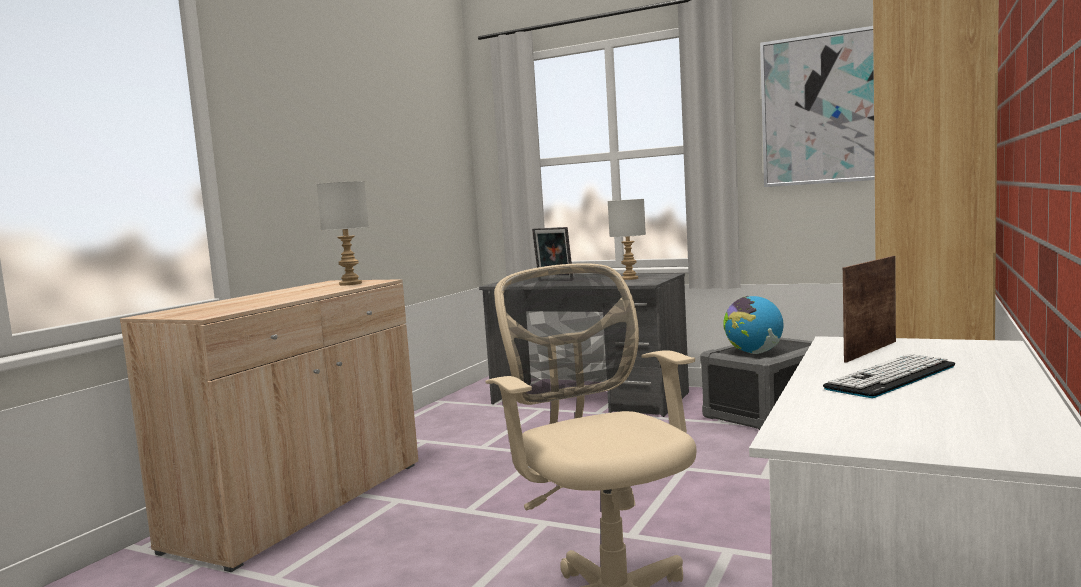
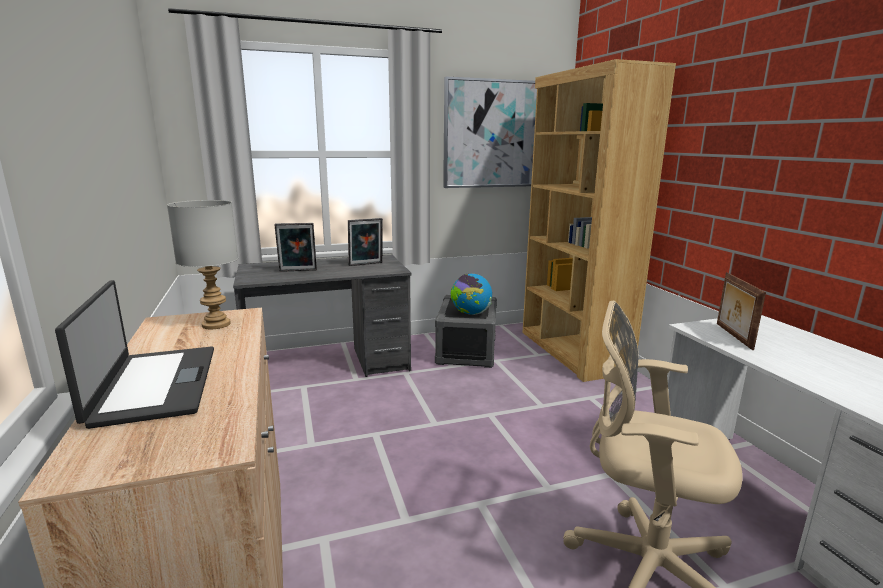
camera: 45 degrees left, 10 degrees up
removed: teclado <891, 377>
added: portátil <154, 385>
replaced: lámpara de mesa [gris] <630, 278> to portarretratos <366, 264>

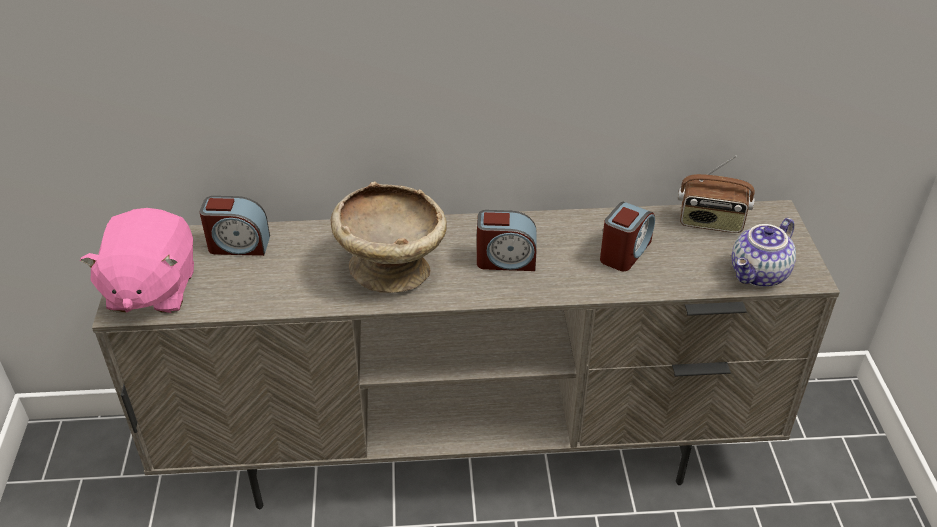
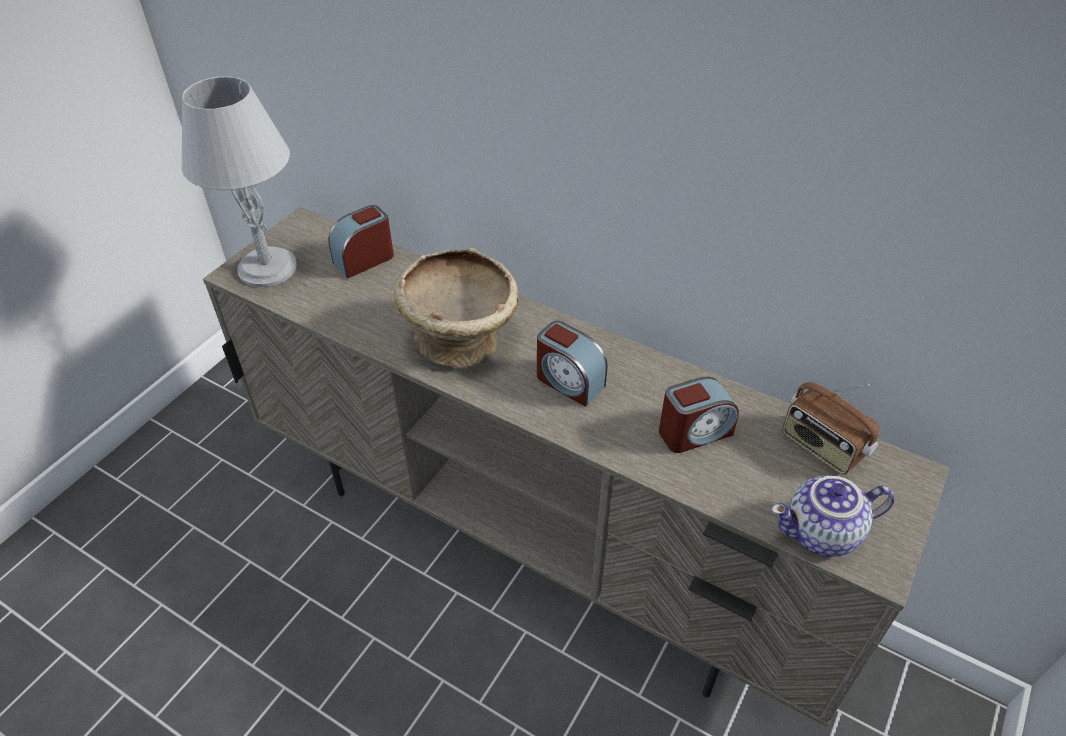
camera: 35 degrees right, 5 degrees up
replaced: peluche [rosa] <151, 290> to lámpara de mesa [gris] <268, 268>
turned: despertador <238, 245> = <364, 259> 105 degrees clockwise

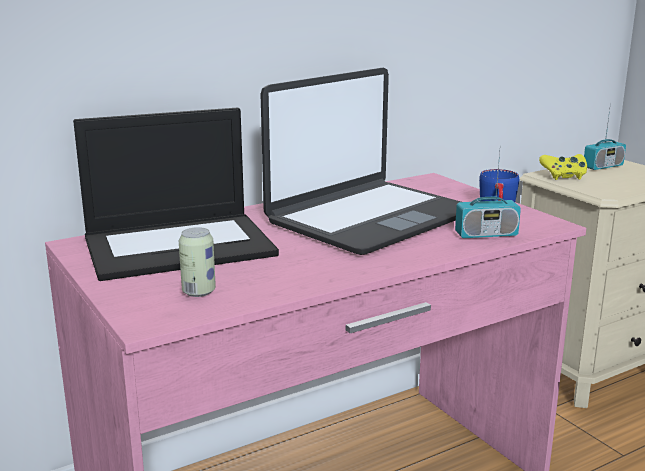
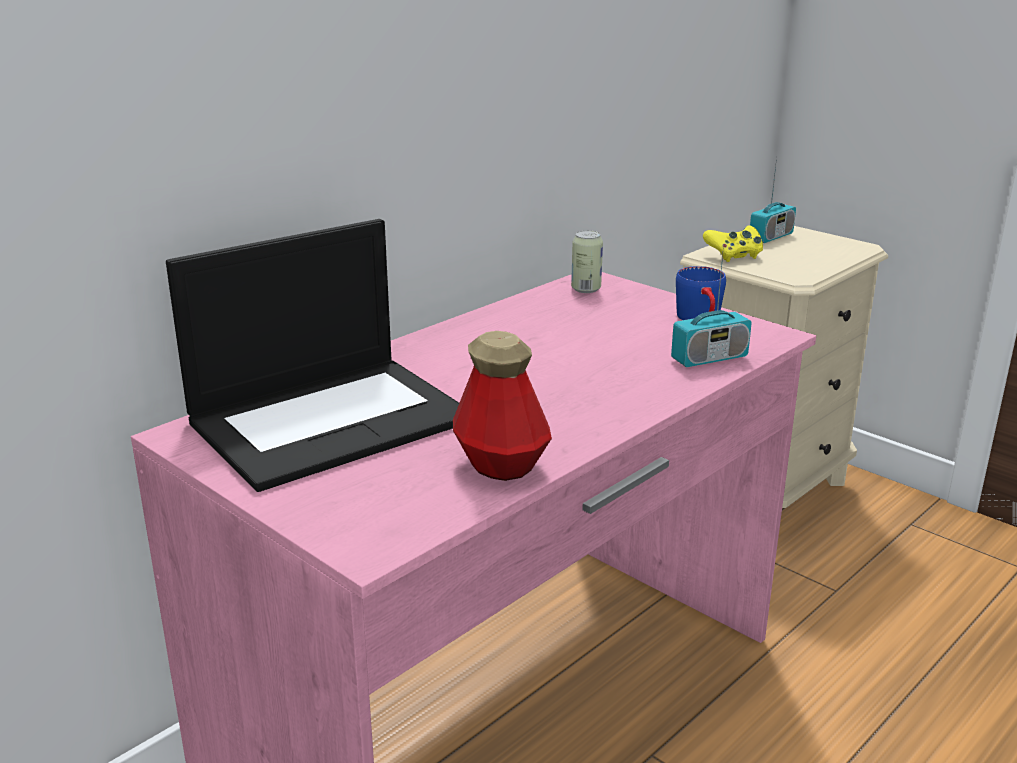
camera: 15 degrees left, 5 degrees up
removed: portátil <369, 218>
added: botella <501, 464>
moved: lata <199, 291> to <586, 289>

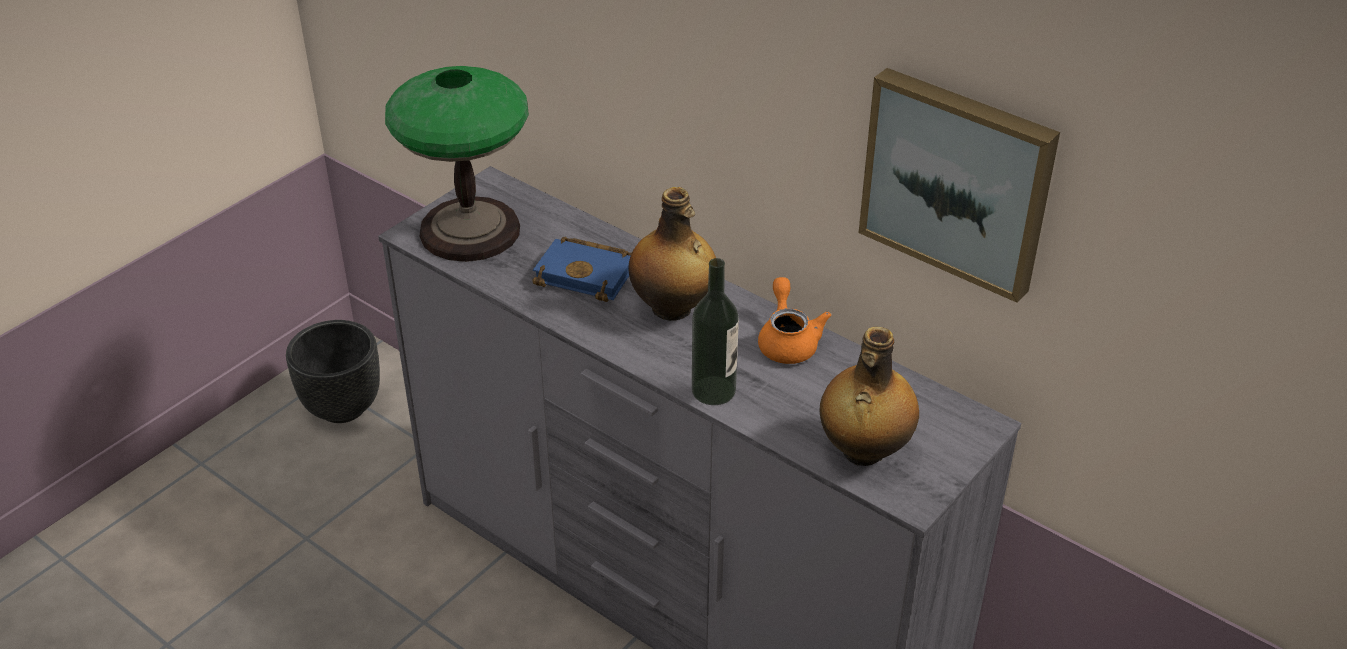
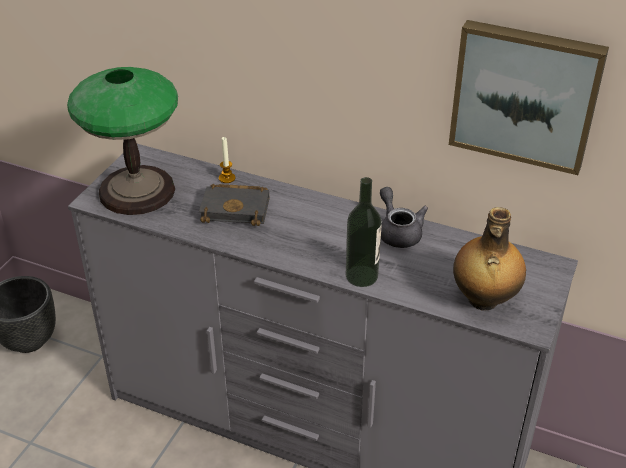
camera: 15 degrees left, 0 degrees up
removed: botella <673, 309>
added: vela <227, 178>
recoloured: libro [azul] <588, 274> to libro [negro] <237, 208>; tetera [naranja] <788, 341> to tetera [gris] <398, 232>

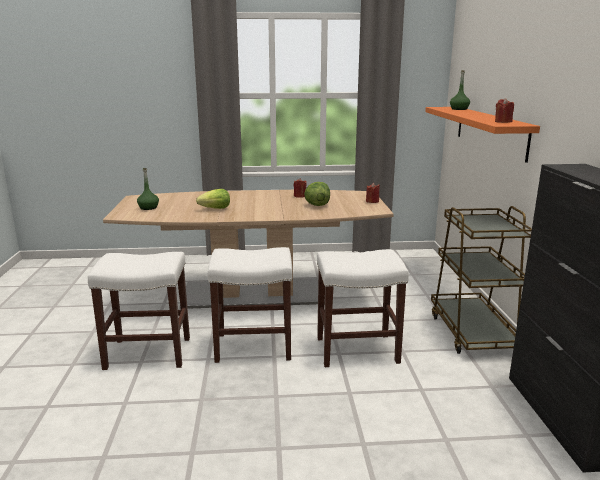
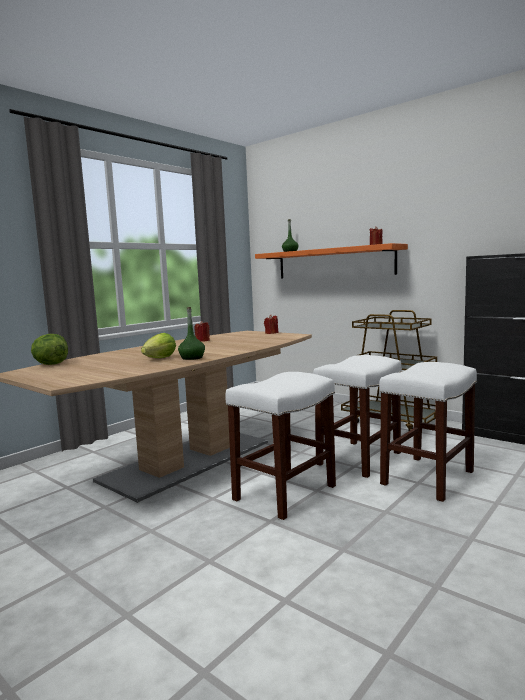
camera: 45 degrees left, 10 degrees down
moved: taburete [blanco] <147, 353> to <428, 478>; botella [verde] <148, 208> to <192, 358>; lechuga <317, 205> to <50, 364>

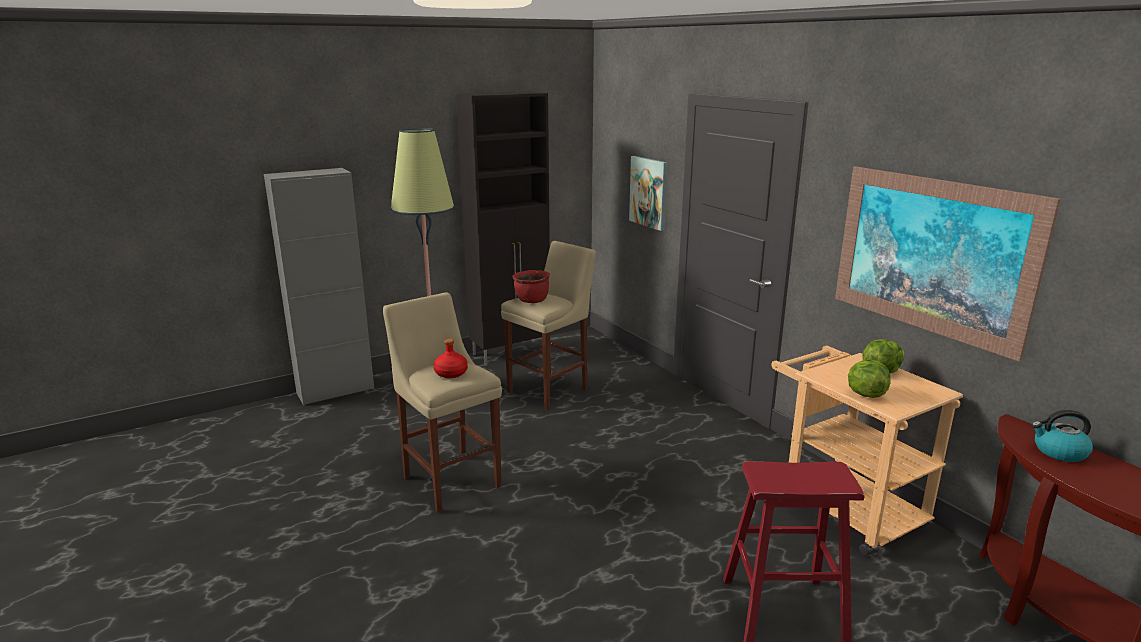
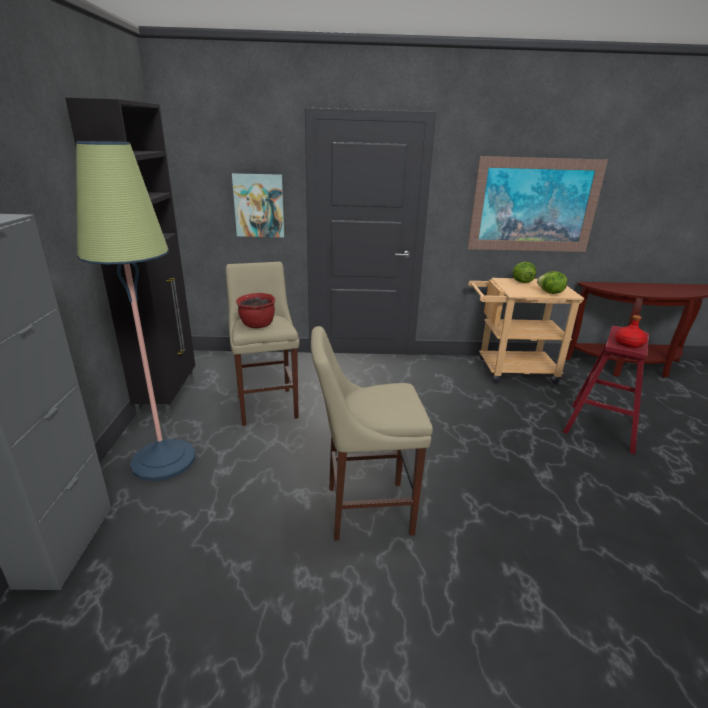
camera: 60 degrees left, 5 degrees up
removed: hervidor <1059, 452>
moved: botella [rojo] <451, 373> to <628, 344>

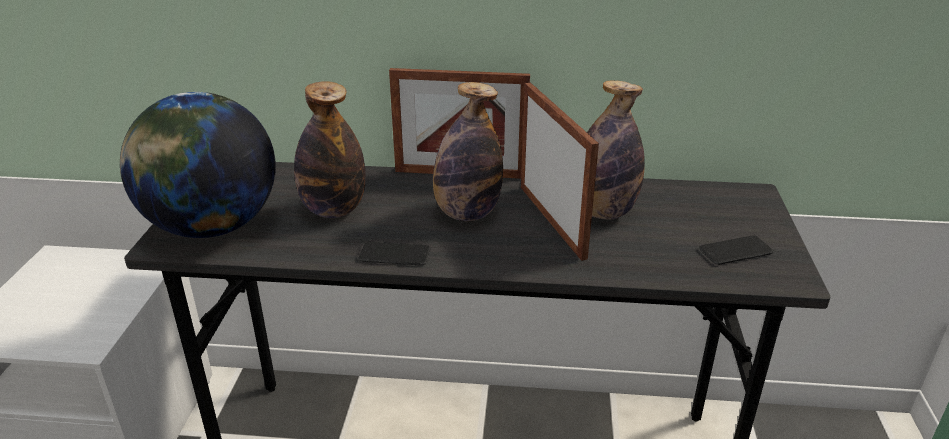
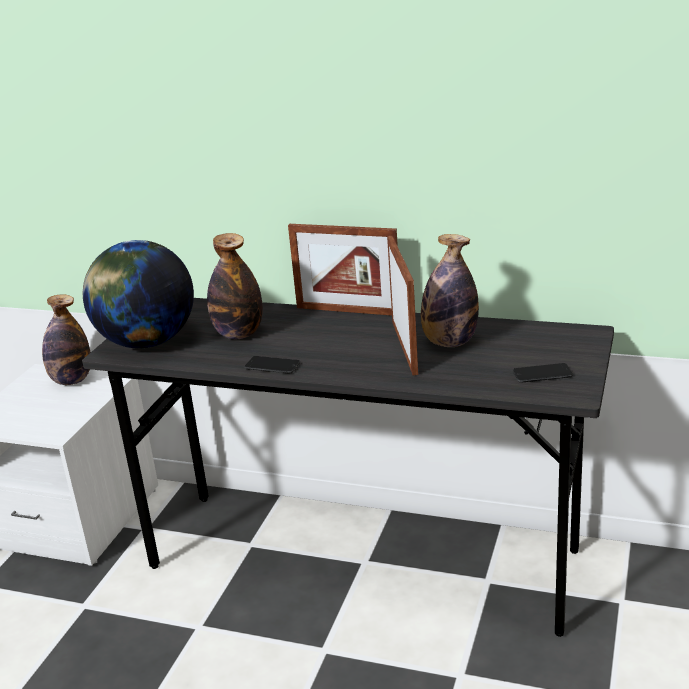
camera: 15 degrees right, 5 degrees down
moved: botella <467, 213> to <71, 380>

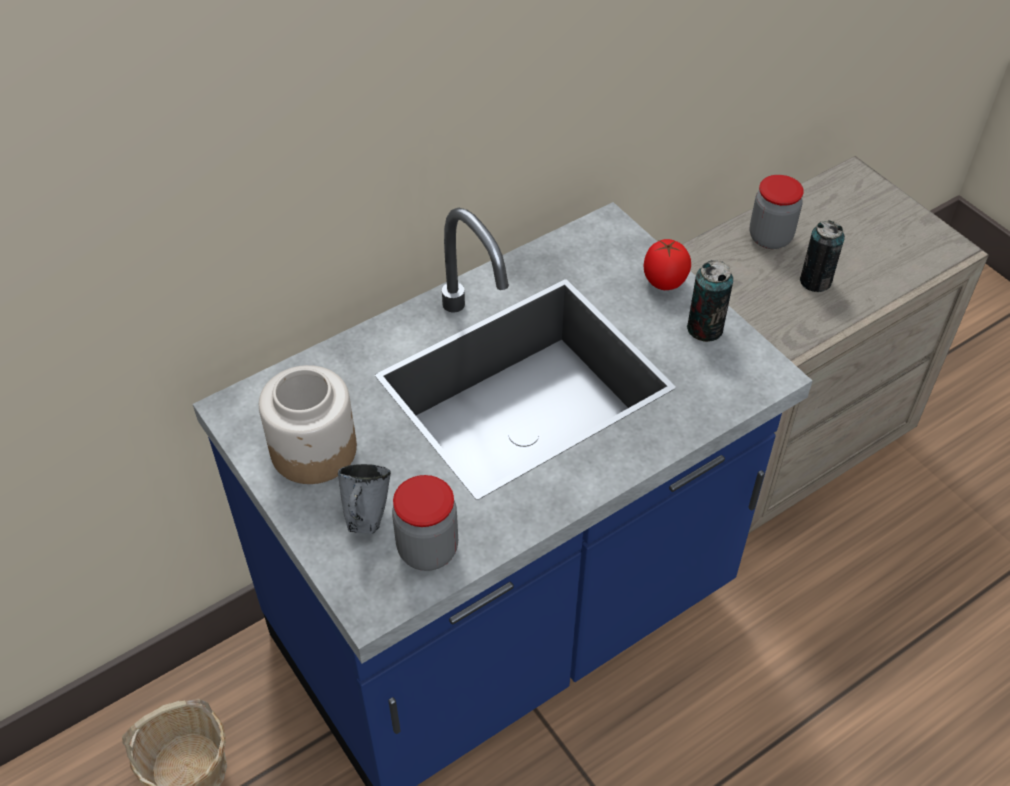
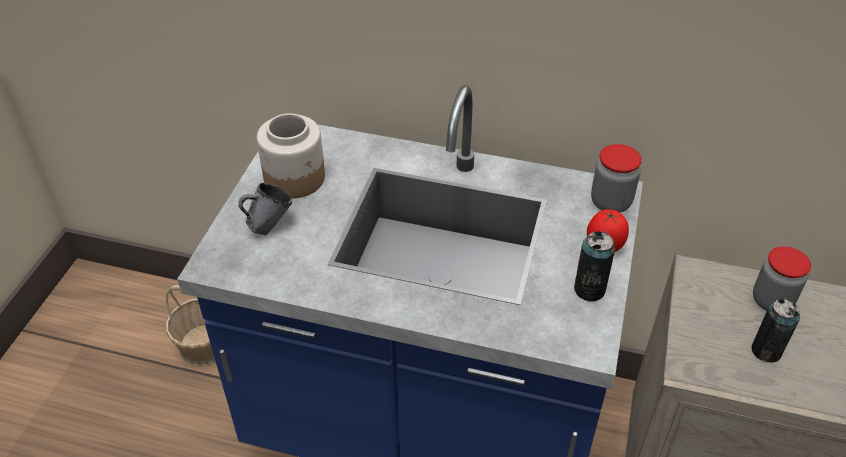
camera: 50 degrees right, 5 degrees down
moved: tarro <428, 549> to <610, 202>

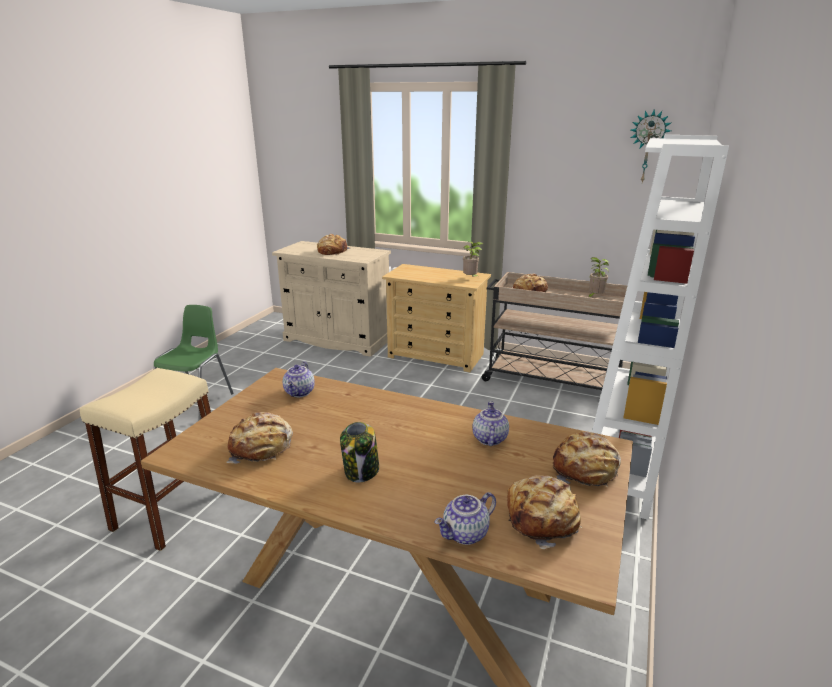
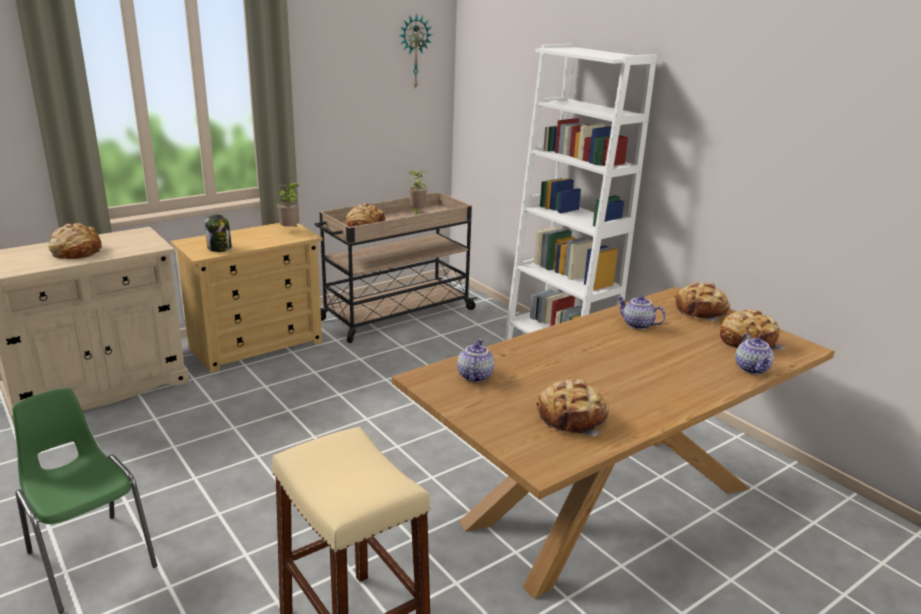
camera: 60 degrees left, 0 degrees up
moved: tarro <361, 471> to <220, 248>
turned: tetera <300, 392> = <474, 376> 120 degrees counterclockwise

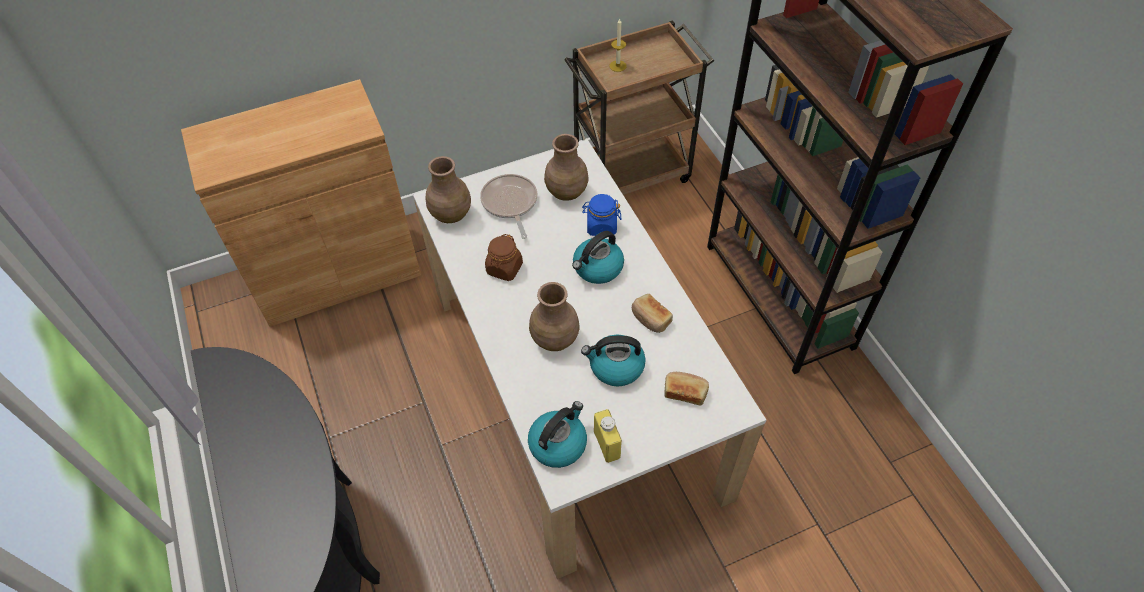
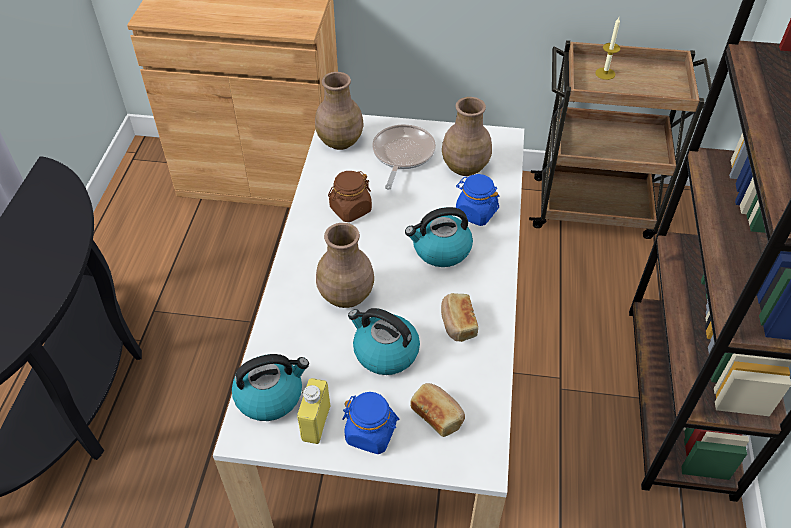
camera: 30 degrees right, 5 degrees down
added: tarro [azul] <371, 433>

